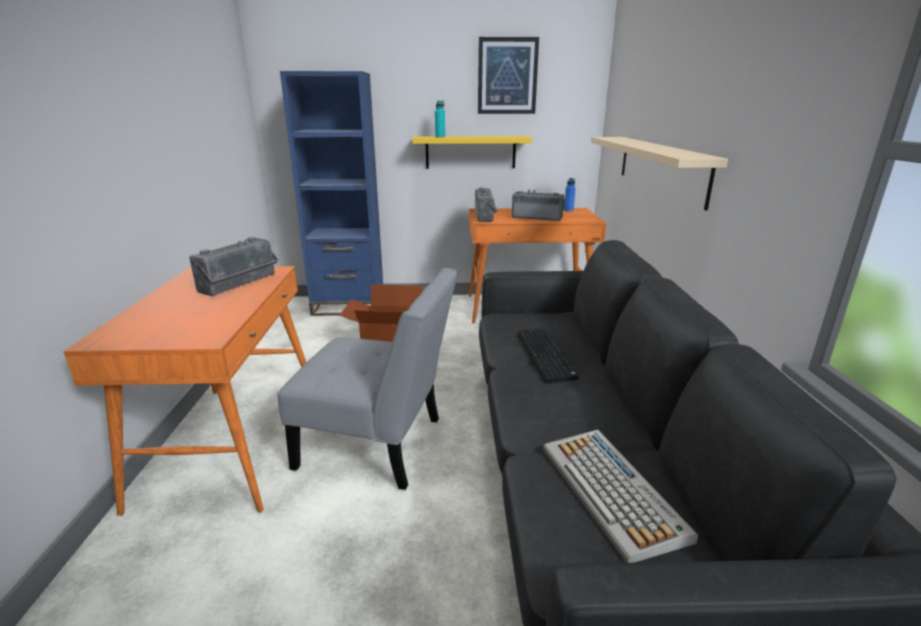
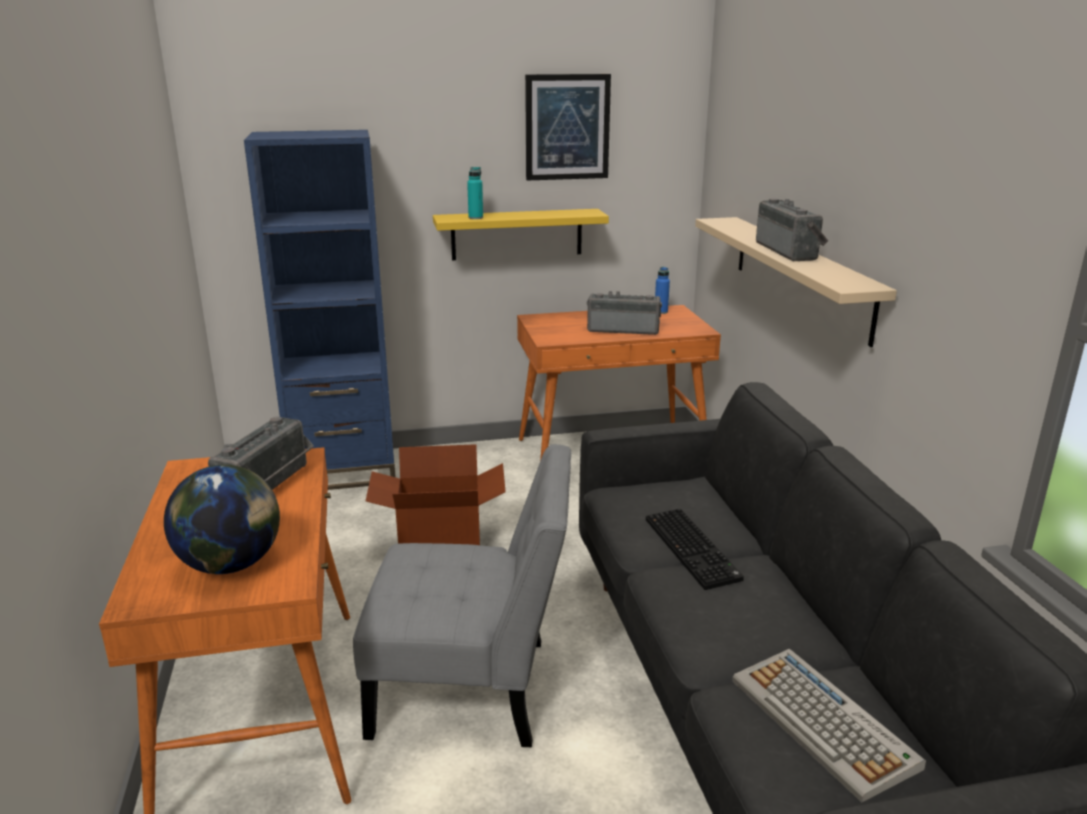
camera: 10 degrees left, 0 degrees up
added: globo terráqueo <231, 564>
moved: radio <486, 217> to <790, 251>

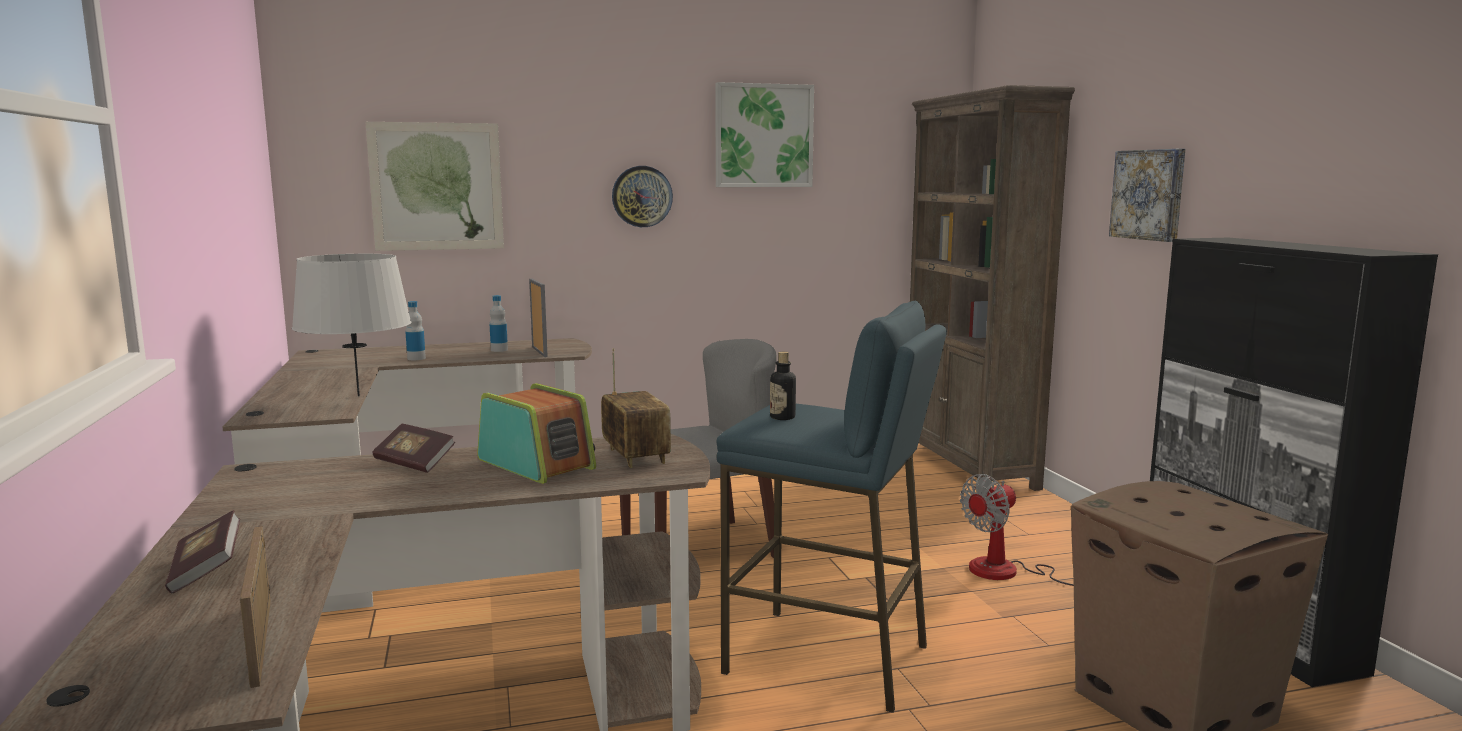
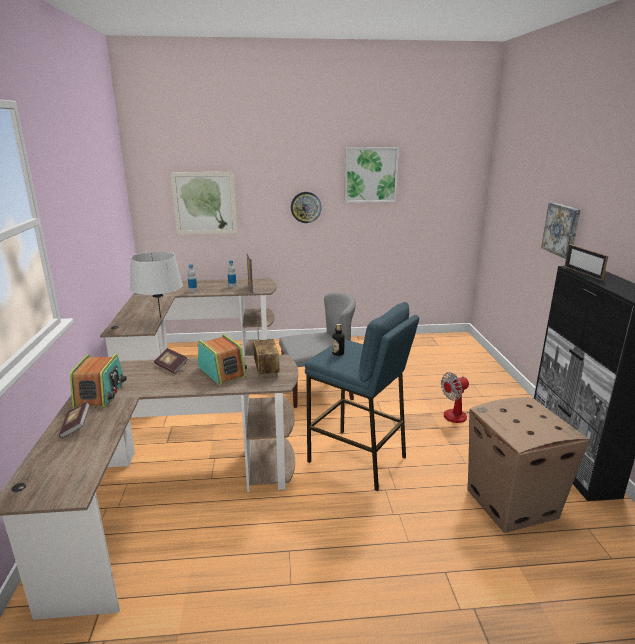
camera: 10 degrees right, 10 degrees up
removed: estantería [marrón] <968, 467>
added: radio <100, 394>
moved: portarretratos <261, 640> to <582, 273>

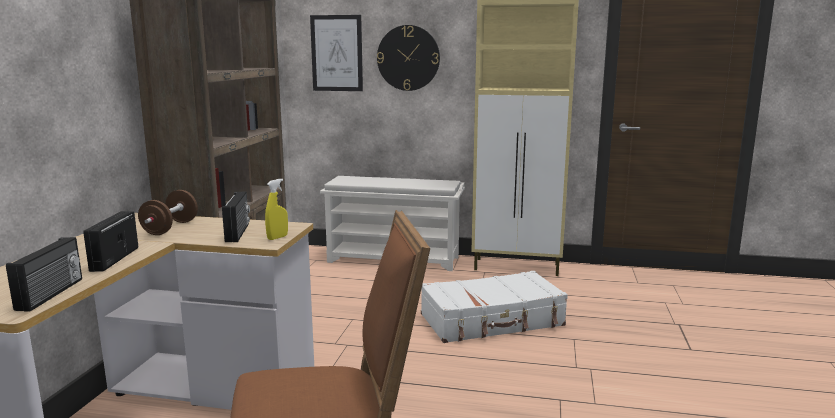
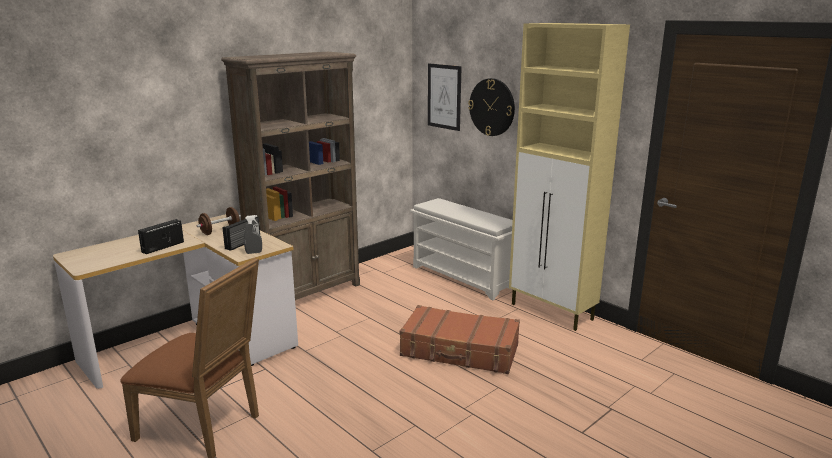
camera: 35 degrees right, 5 degrees up
removed: radio <52, 294>
recoloured: pulverizador [amarillo] <277, 237> to pulverizador [gris] <254, 252>; maleta [blanco] <492, 321> to maleta [marrón] <460, 351>

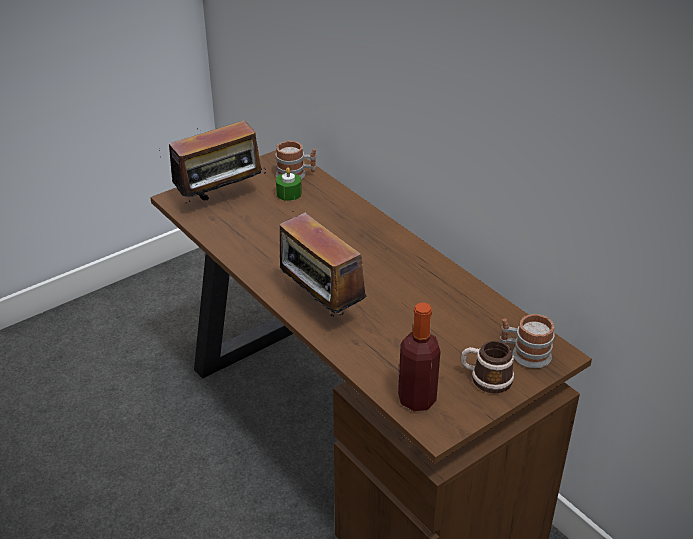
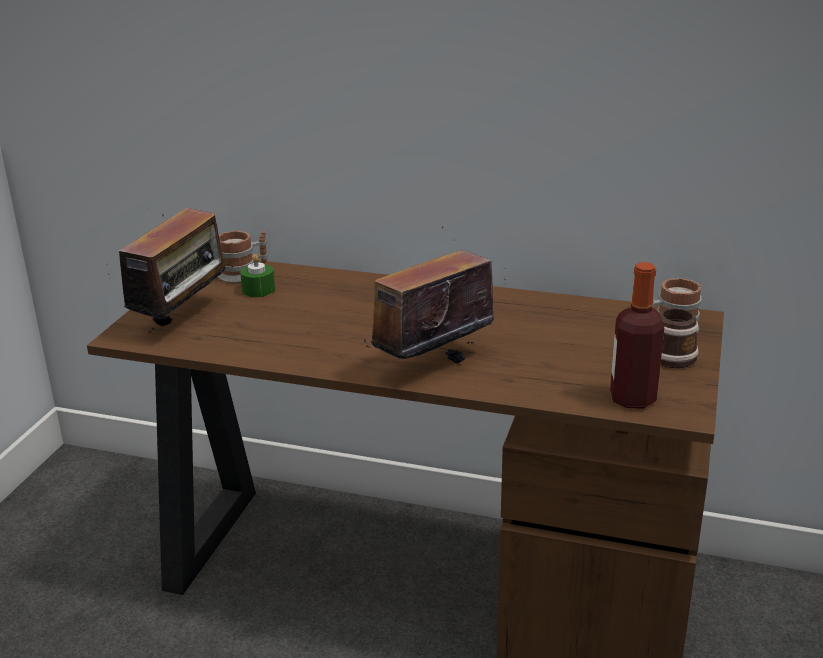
camera: 35 degrees left, 10 degrees down
turned: radio <320, 306> = <431, 366> 120 degrees clockwise

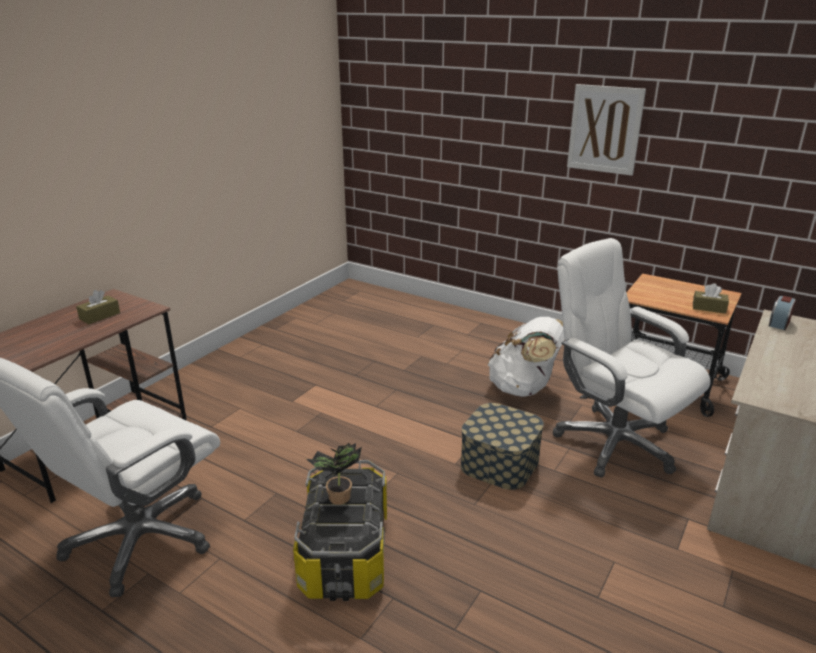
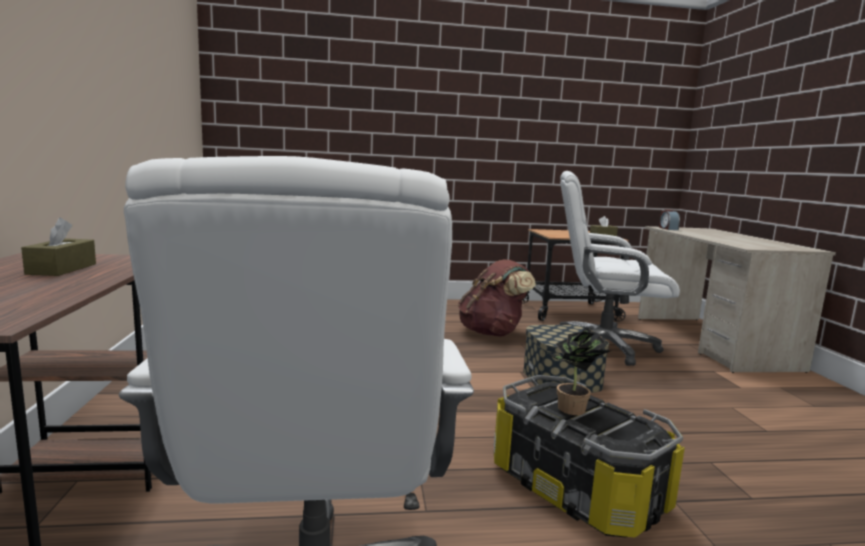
camera: 40 degrees left, 15 degrees down
removed: cuadro <604, 129>
recoloured: mochila [blanco] <524, 388> to mochila [marrón] <492, 333>

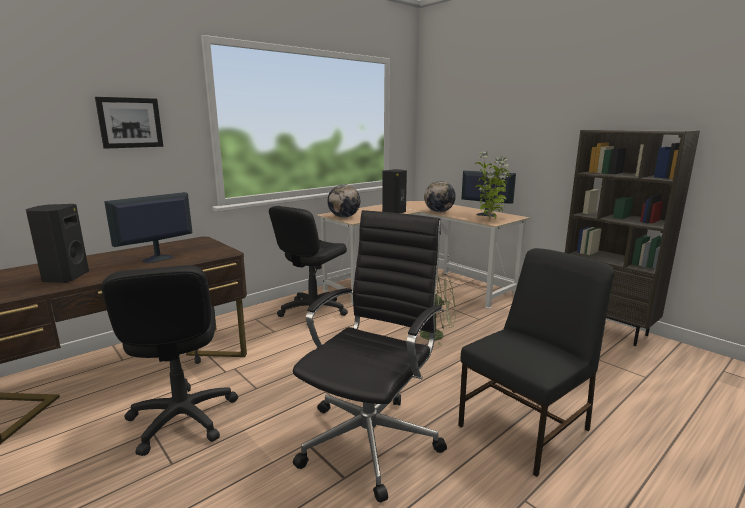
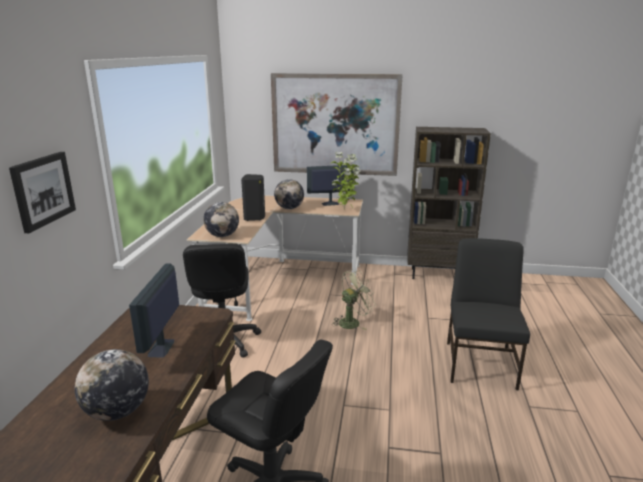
camera: 40 degrees left, 5 degrees up
removed: silla de oficina [negro] <372, 438>
added: cuadro <335, 124>
replaced: altavoz [negro] <64, 278> to globo terráqueo <117, 412>

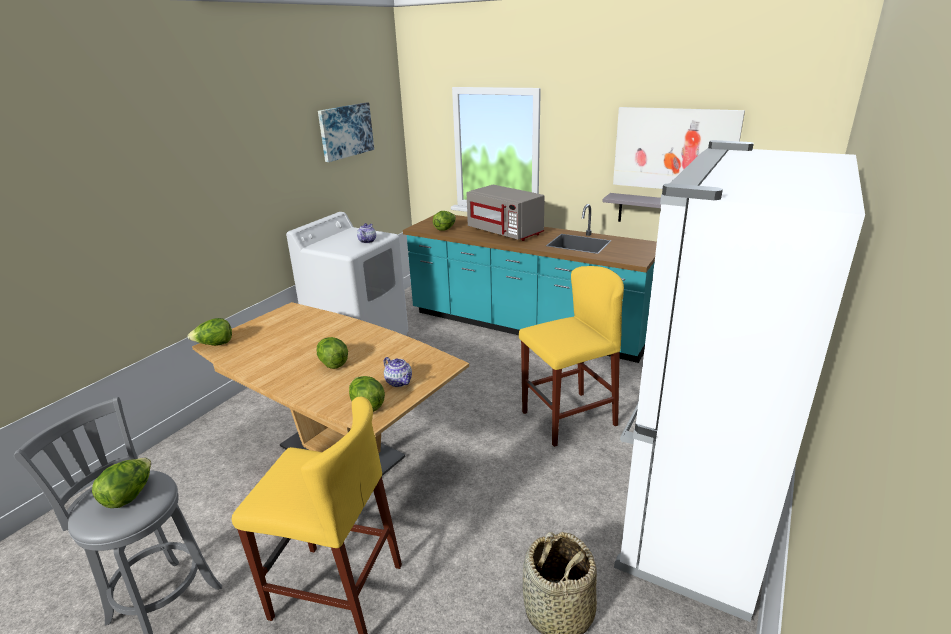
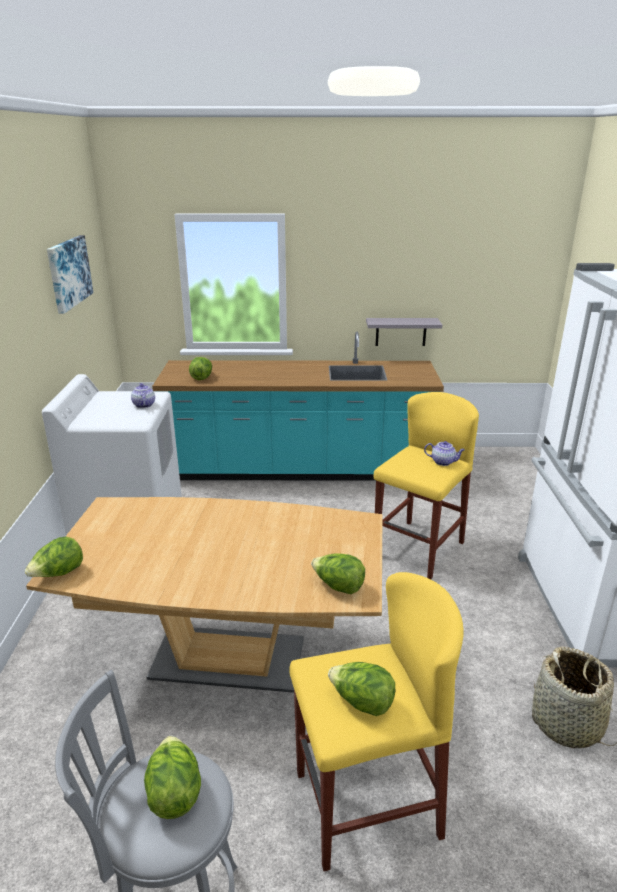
camera: 30 degrees left, 0 degrees up
removed: microondas [gris] <505, 232>; cuadro <674, 149>
moved: lechuga <333, 363> to <362, 702>; tetera <399, 382> to <443, 462>

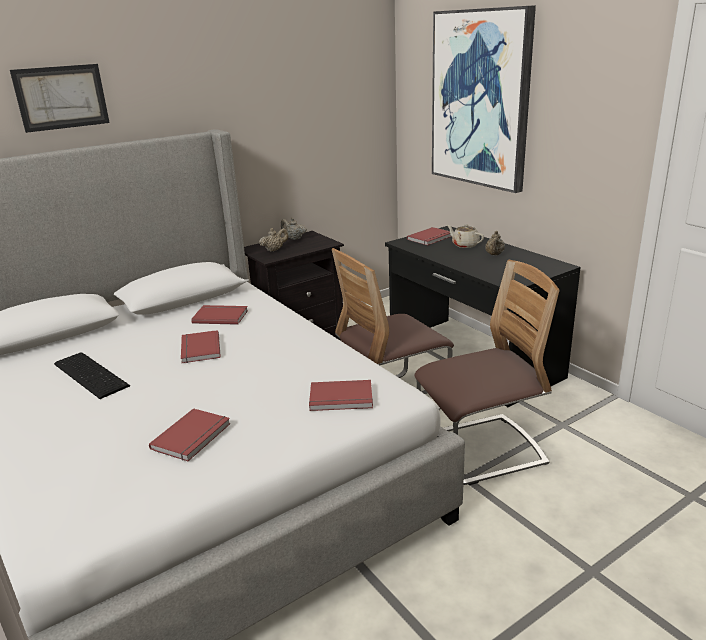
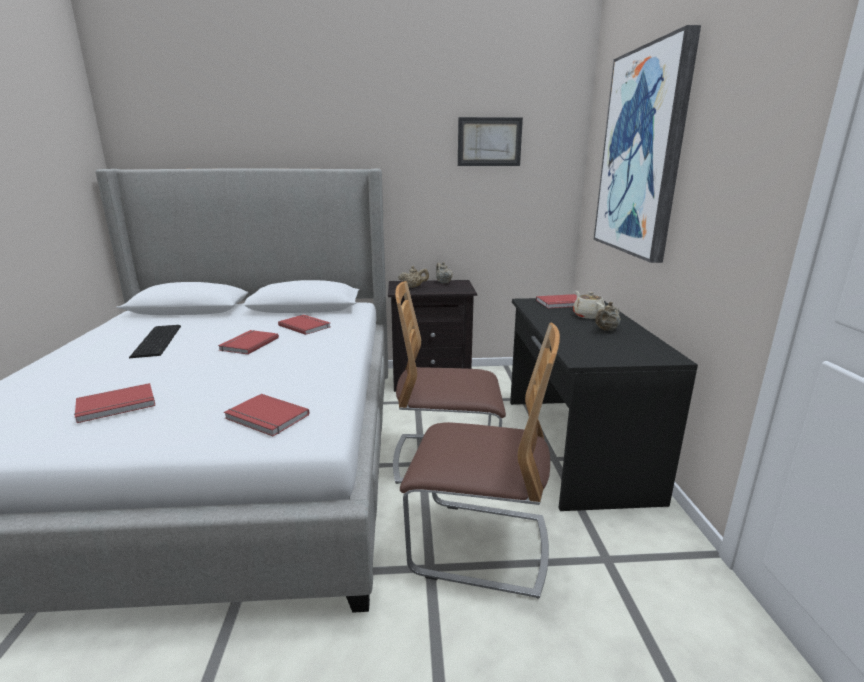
camera: 30 degrees right, 5 degrees down
moved: cuadro <61, 97> to <489, 142>

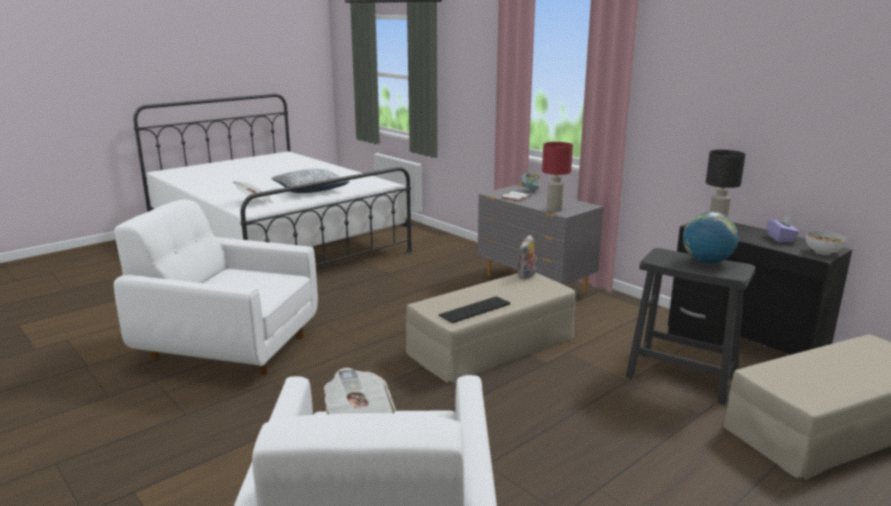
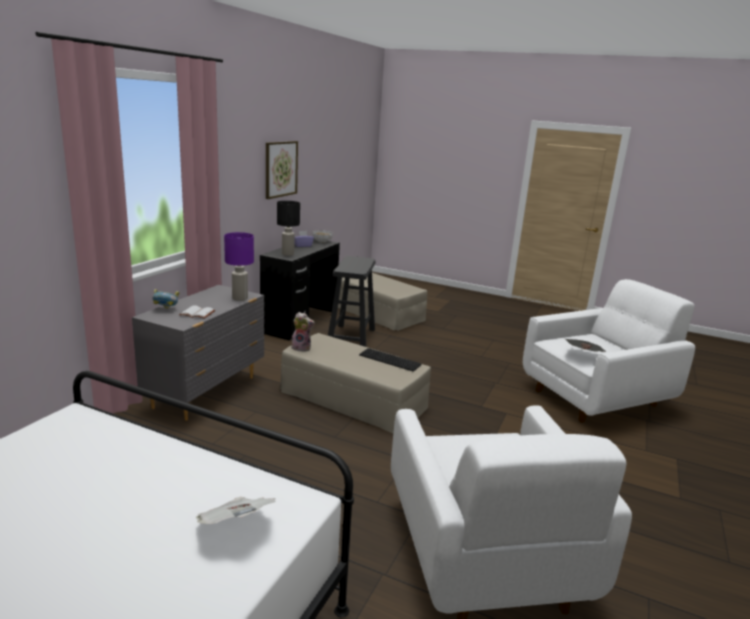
camera: 115 degrees left, 0 degrees up
removed: cojín <310, 190>; globo terráqueo <706, 262>
added: cuadro <280, 169>
recoloured: lámpara de mesa [rojo] <554, 210> to lámpara de mesa [morado] <240, 298>

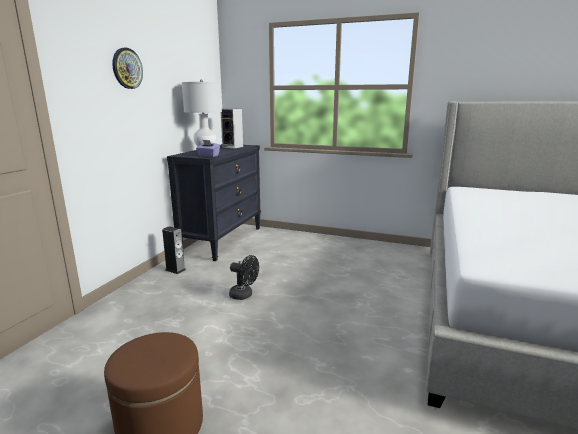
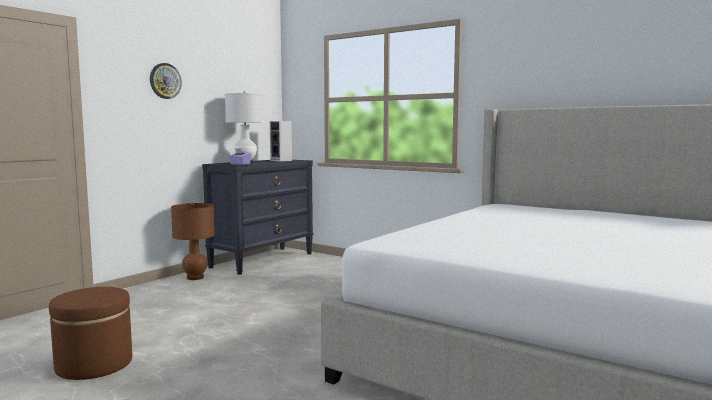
camera: 15 degrees right, 10 degrees down
removed: ventilador [negro] <244, 295>
replaced: altavoz <175, 270> to lámpara de mesa [marrón] <195, 277>

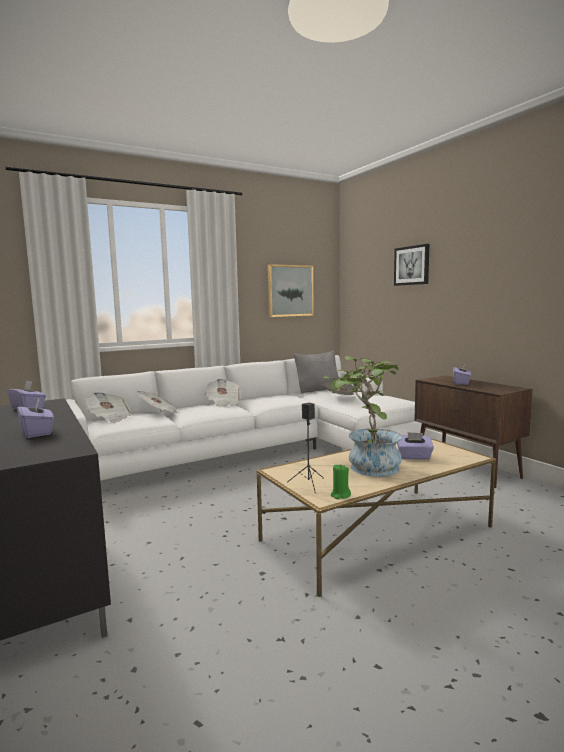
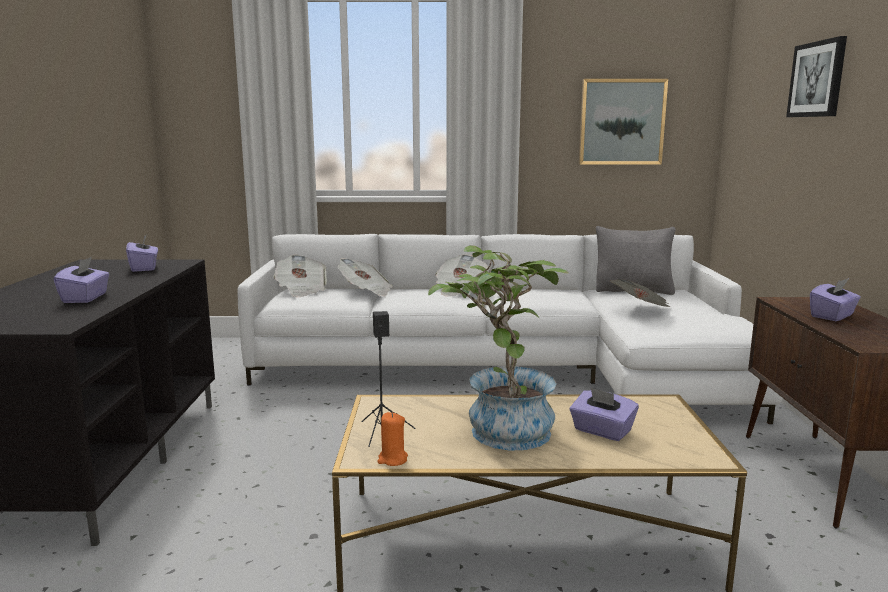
camera: 30 degrees right, 5 degrees up
recoloured: vela [verde] <340, 495> to vela [naranja] <392, 459>

